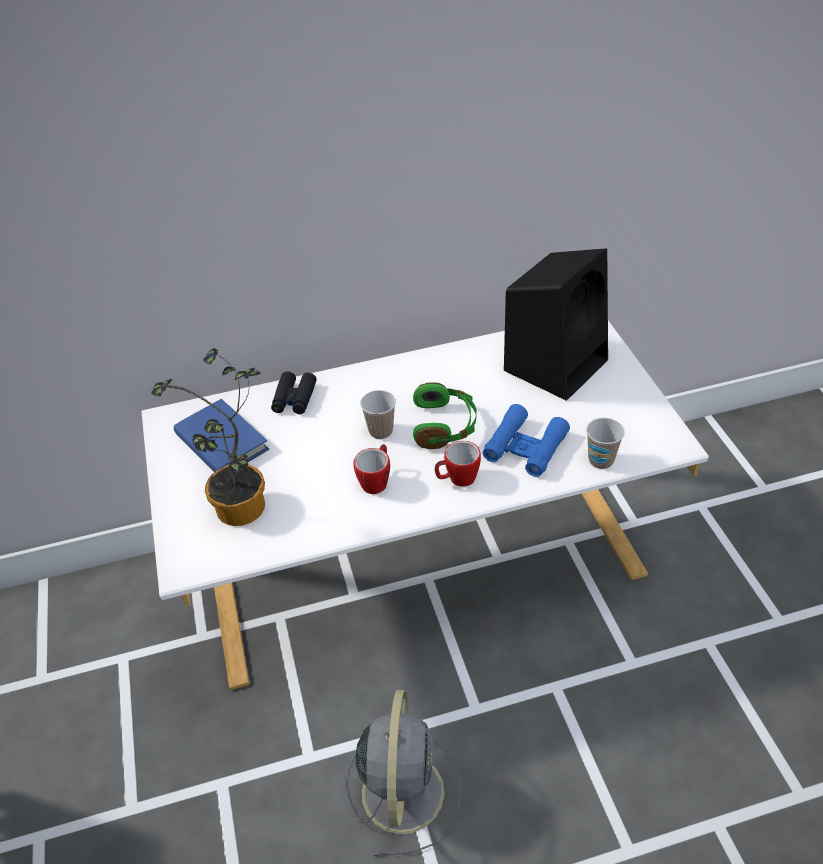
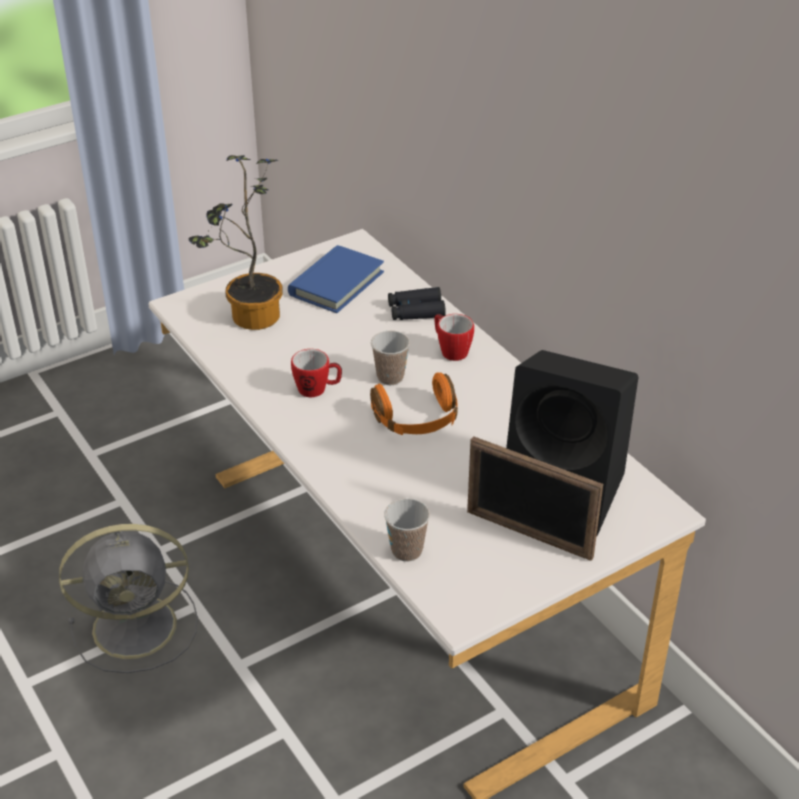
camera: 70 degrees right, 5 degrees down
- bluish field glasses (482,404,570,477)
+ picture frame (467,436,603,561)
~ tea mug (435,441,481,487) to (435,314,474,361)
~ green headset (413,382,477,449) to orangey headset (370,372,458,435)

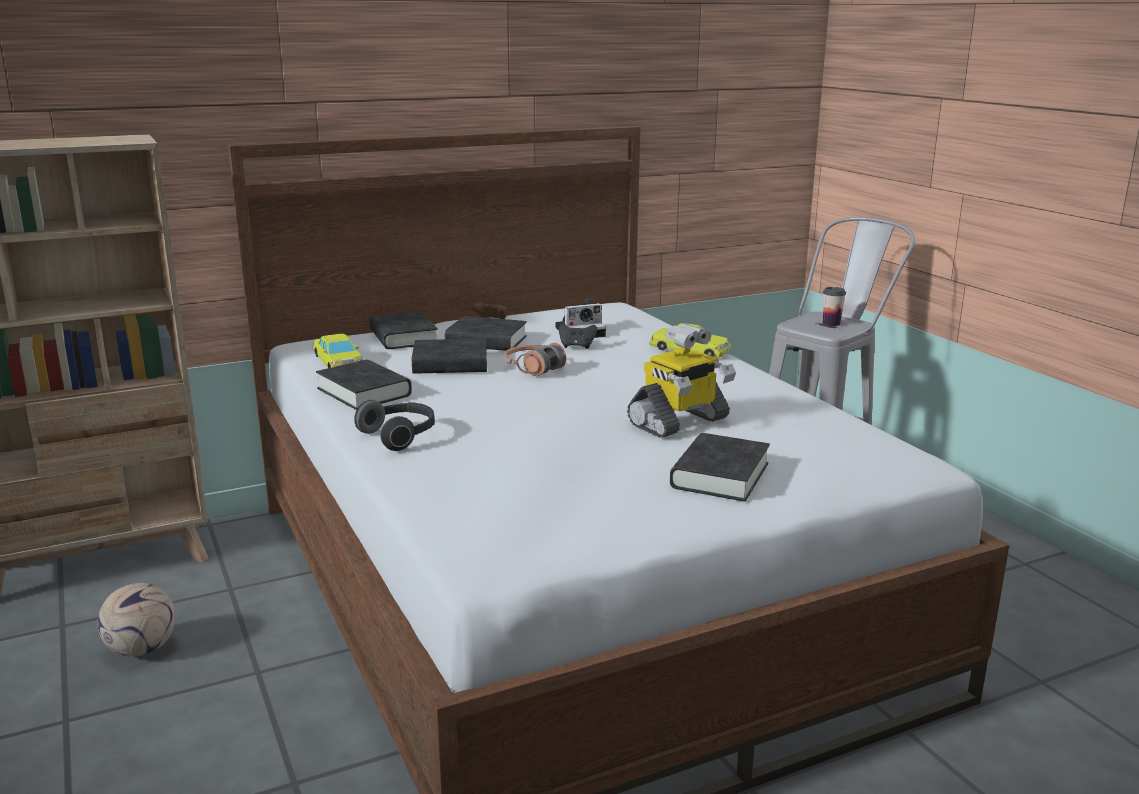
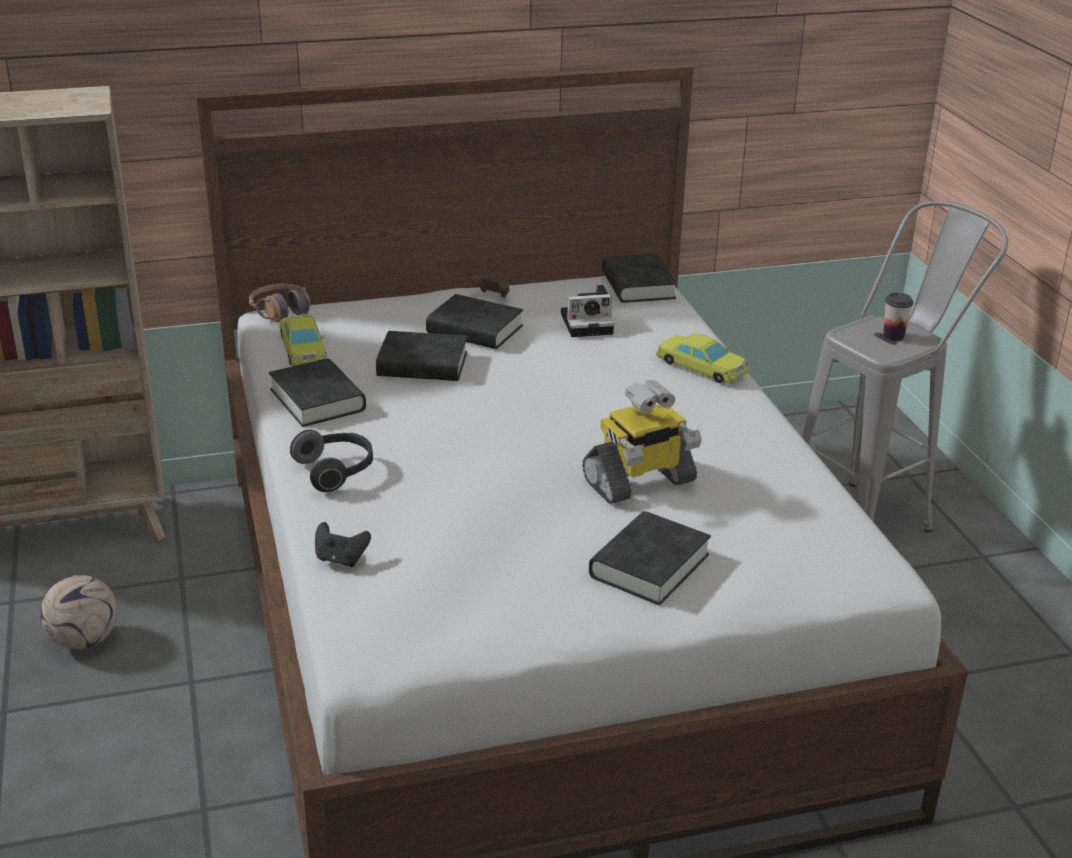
camera: 10 degrees right, 10 degrees up
~ black bound book (370,311,438,349) to (602,254,677,303)
~ headset (504,343,566,376) to (249,284,311,322)
~ black joypad (559,323,597,349) to (315,522,371,567)

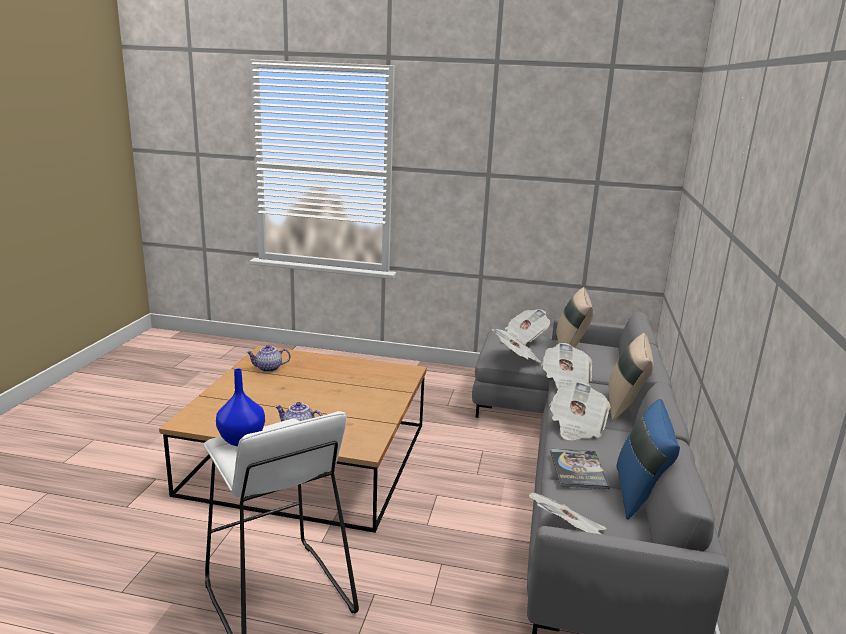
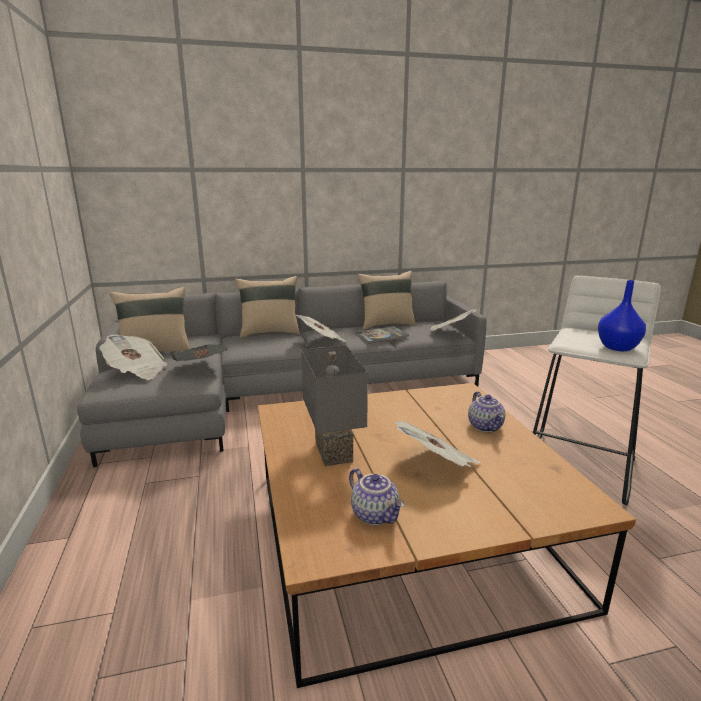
camera: 115 degrees left, 0 degrees up
+ gray table lamp (301,345,368,466)
~ daily paper (542,343,592,389) to (395,421,481,467)
~ bluish pillow (617,399,680,520) to beige-coloured pillow (357,271,416,330)

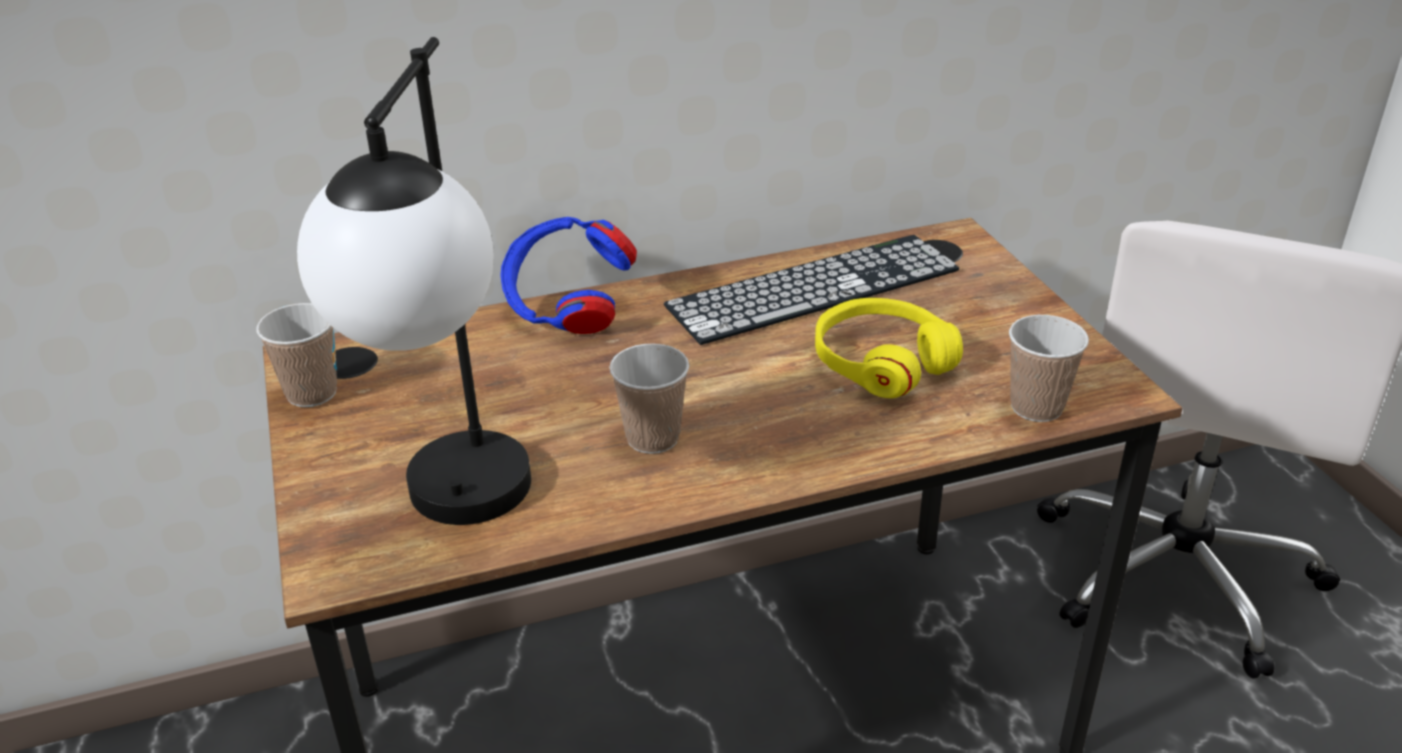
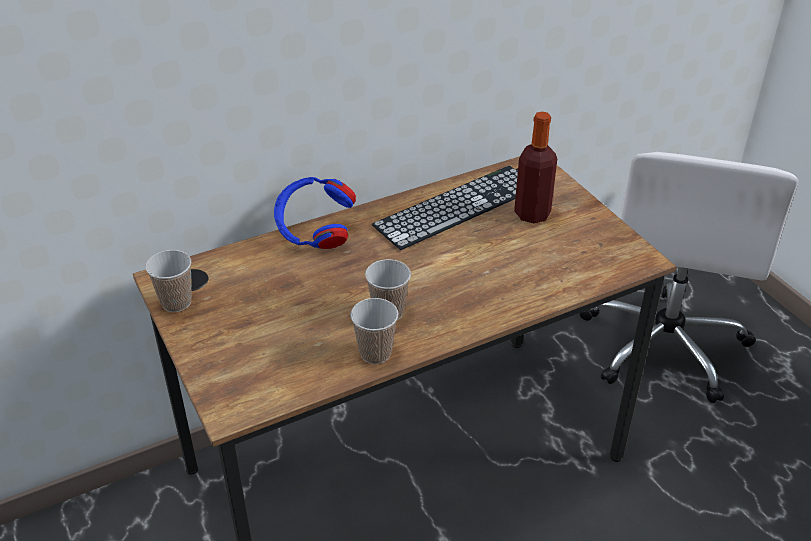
camera: 10 degrees left, 5 degrees up
- table lamp (297,37,531,525)
- yellow-coloured headset (815,298,963,398)
+ beverage bottle (514,111,557,223)
~ small cup (1009,315,1089,422) to (350,298,398,364)

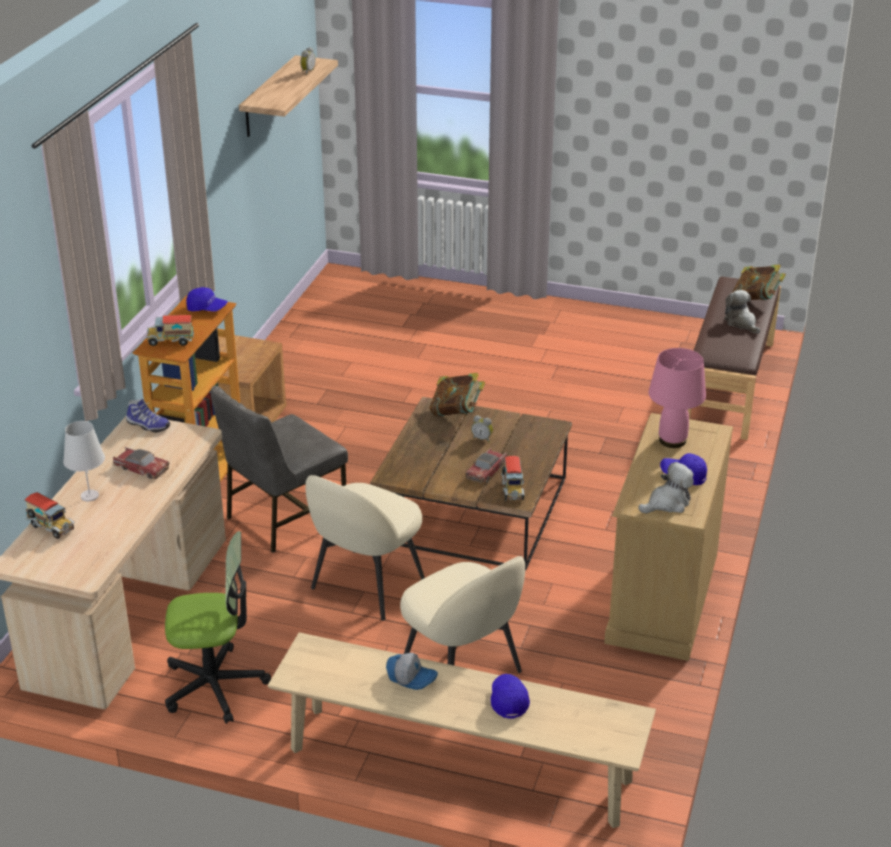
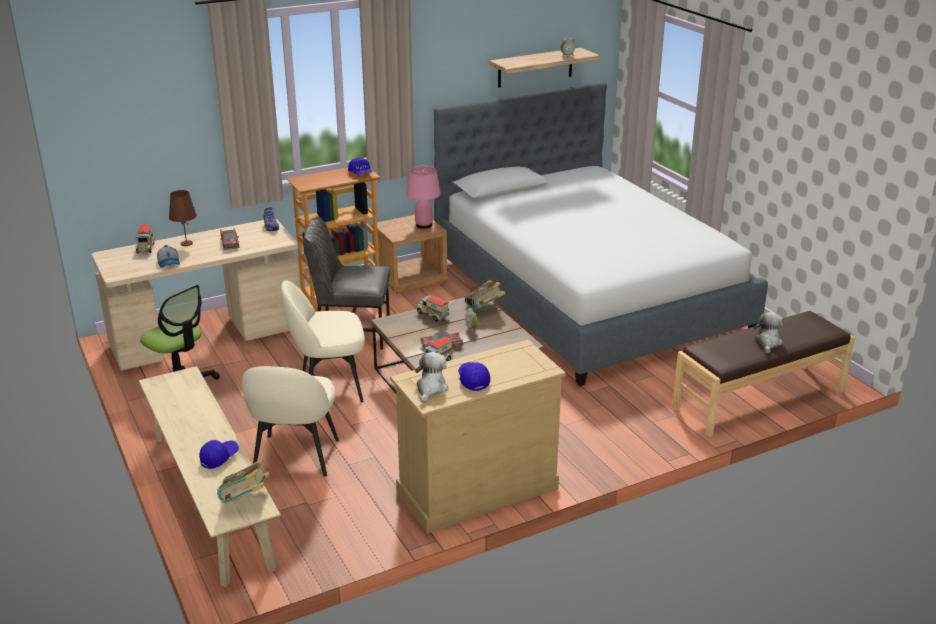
camera: 45 degrees right, 5 degrees down
+ bedroom bed (434,82,768,386)
~ toy truck (146,315,194,346) to (416,295,450,322)
~ baseball cap (386,653,438,690) to (157,245,180,267)
~ pink table lamp (649,348,706,448) to (406,166,441,229)
~ bound book (732,264,786,300) to (217,460,270,504)
~ white-coloured table lamp (63,421,105,501) to brown table lamp (169,190,197,246)
~ soft toy (638,462,694,513) = (415,352,448,403) 90 degrees counterclockwise

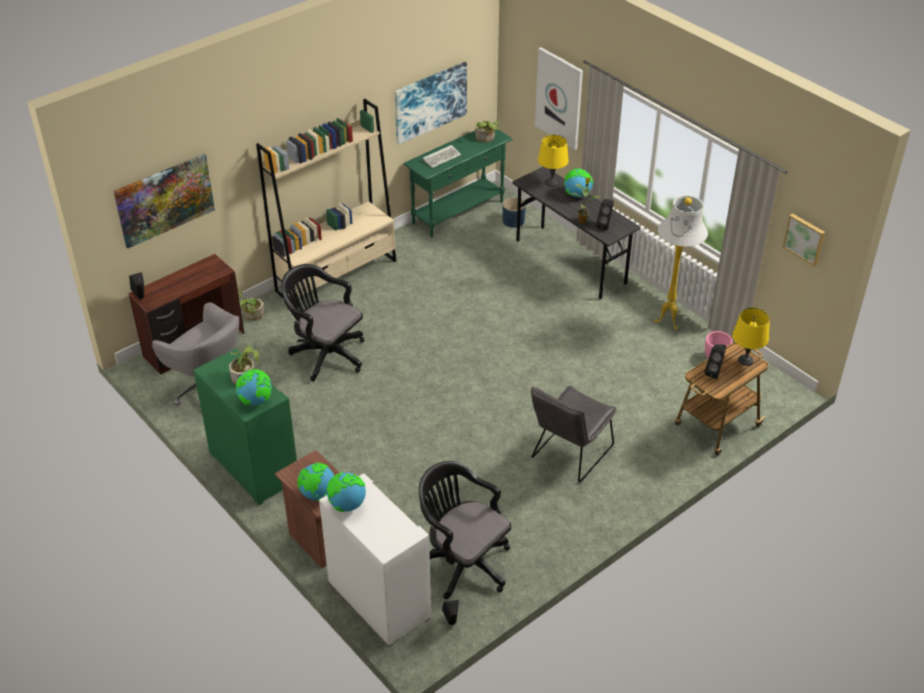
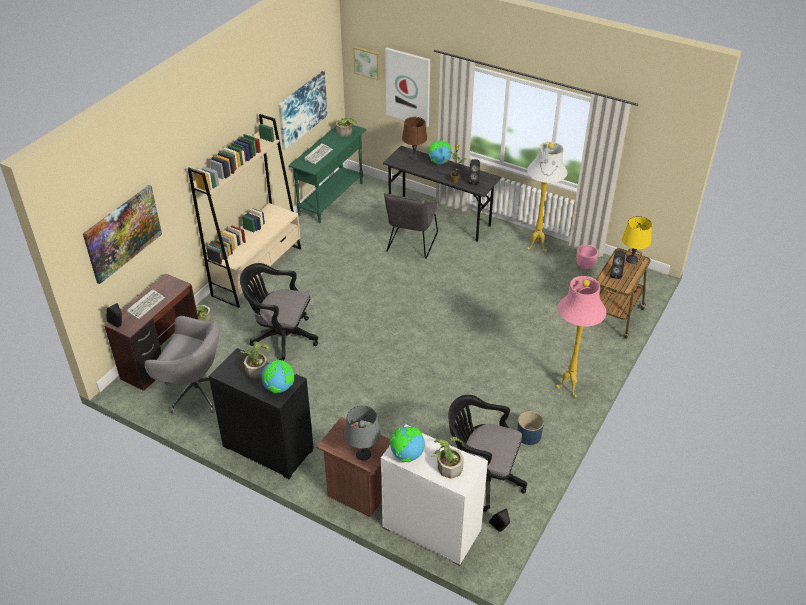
camera: 20 degrees left, 0 degrees up
+ PC keyboard (126,289,165,319)
+ plant in a pot (432,437,464,479)
+ pink standard lamp (556,276,606,398)
~ bluish flower pot (503,197,526,228) to (517,411,544,445)
~ gray upright chair (531,386,616,483) to (384,193,438,259)
~ picture (783,214,825,266) to (353,46,380,80)
~ world globe (297,463,334,501) to gray table lamp (344,405,381,461)
~ green cupboard (193,349,297,505) to black cupboard (209,348,314,479)
~ yellow-coloured table lamp (538,134,569,187) to brown table lamp (402,117,427,160)

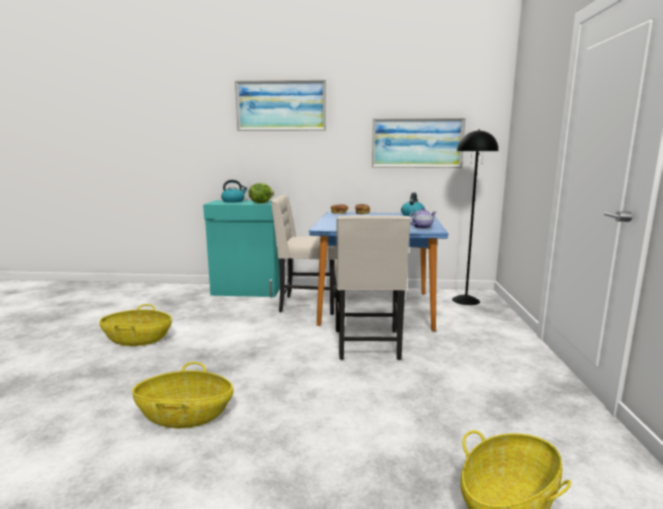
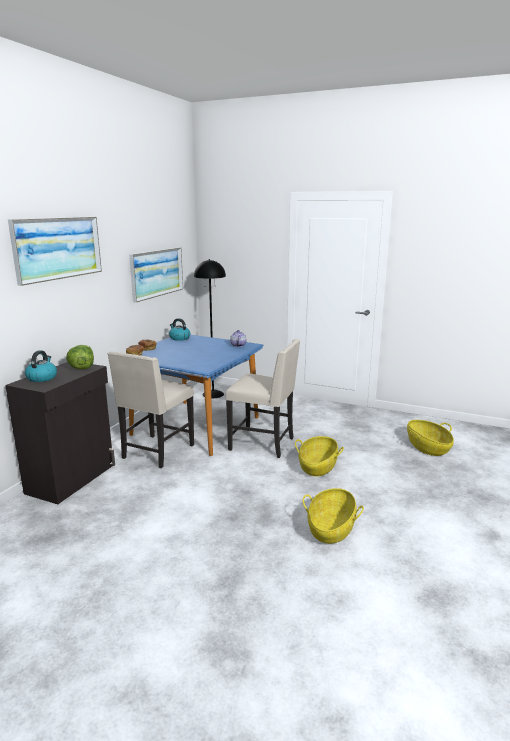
camera: 70 degrees left, 5 degrees up
~ storage basket (100,304,172,346) to (295,436,344,476)
~ turquoise cupboard (203,200,280,297) to black cupboard (5,362,115,504)

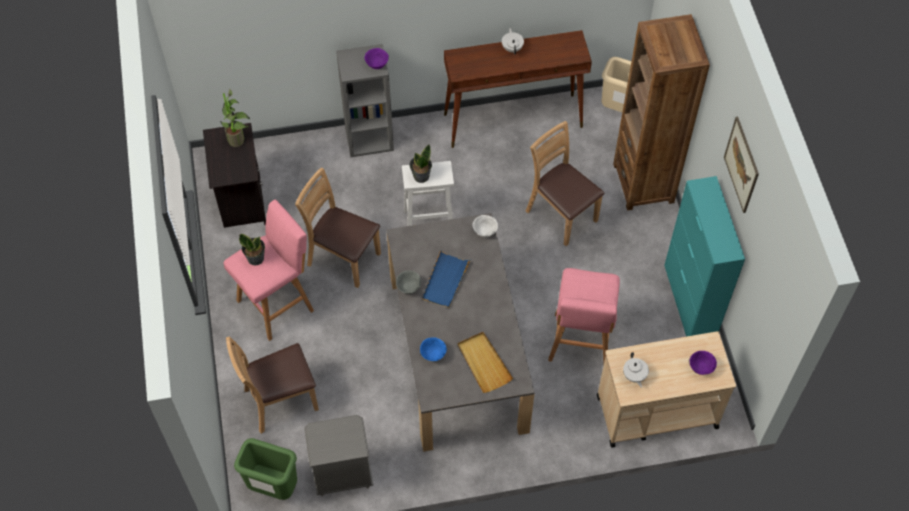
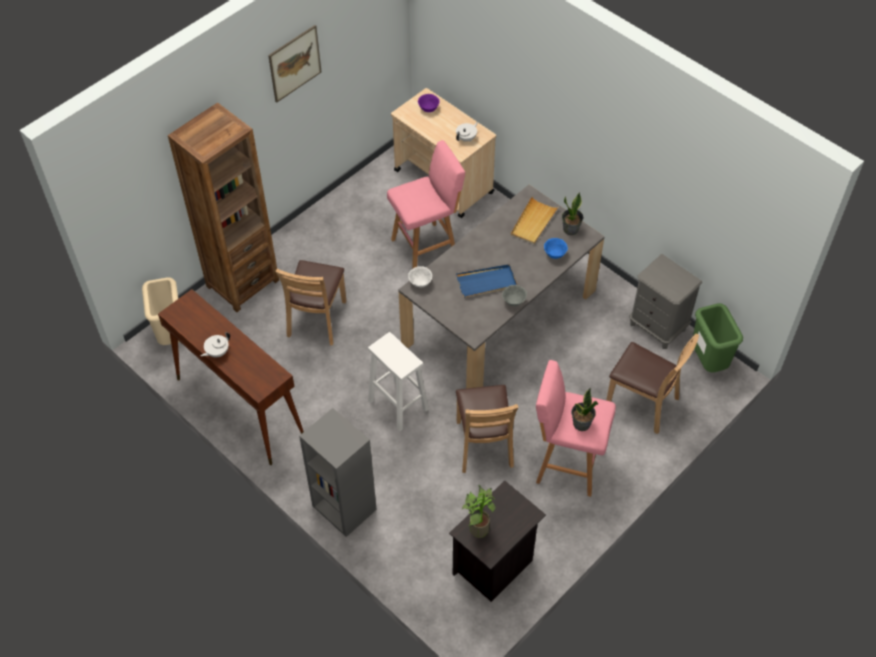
camera: 125 degrees left, 5 degrees down
- purplish deep dish (365,48,389,69)
- turquoise cupboard (664,176,745,337)
~ plant in a pot (409,145,432,183) to (562,192,583,235)

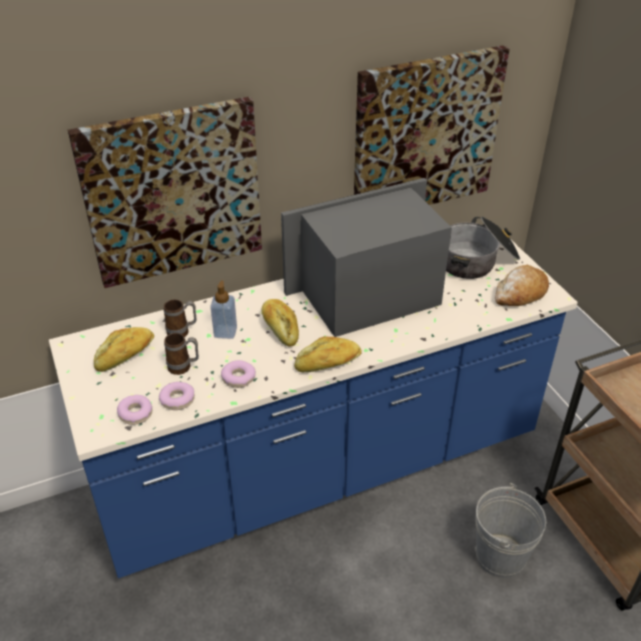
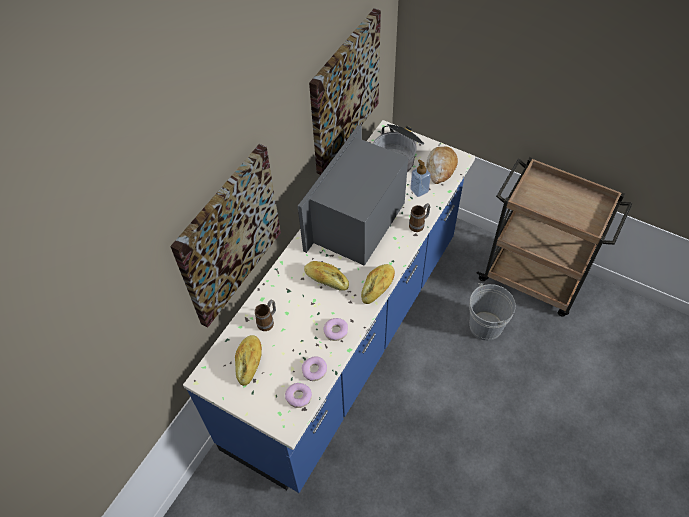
camera: 35 degrees left, 15 degrees up
~ tea mug (164,333,199,375) to (409,203,430,232)
~ soap dispenser (210,281,237,339) to (410,159,431,197)

